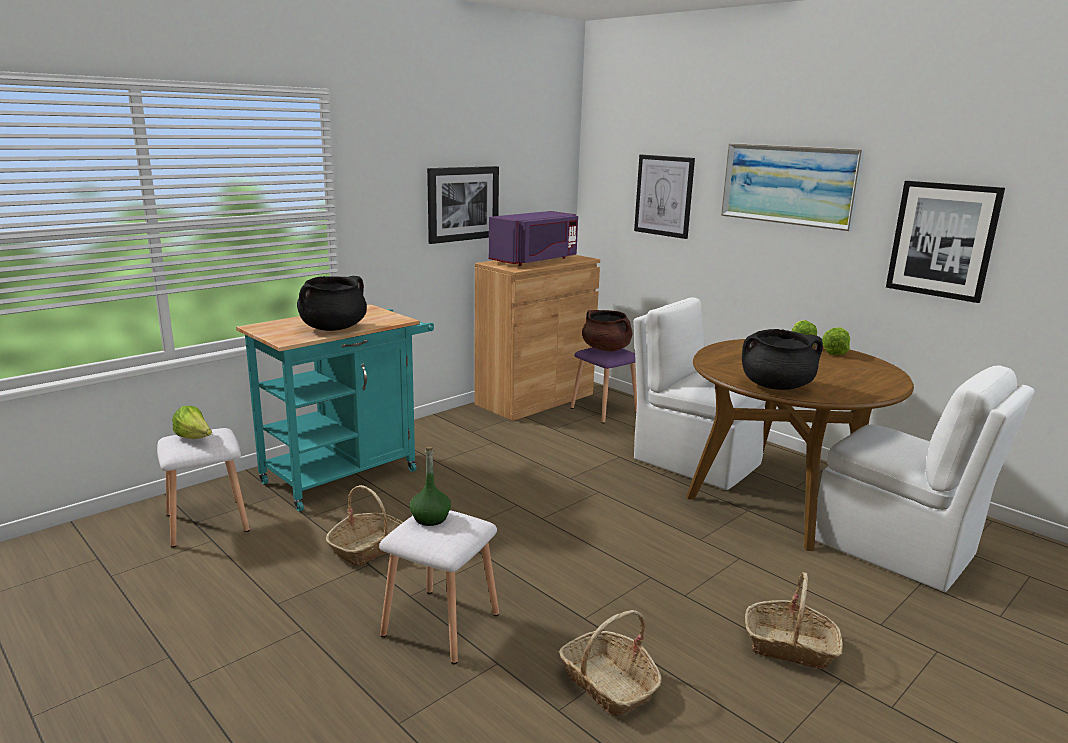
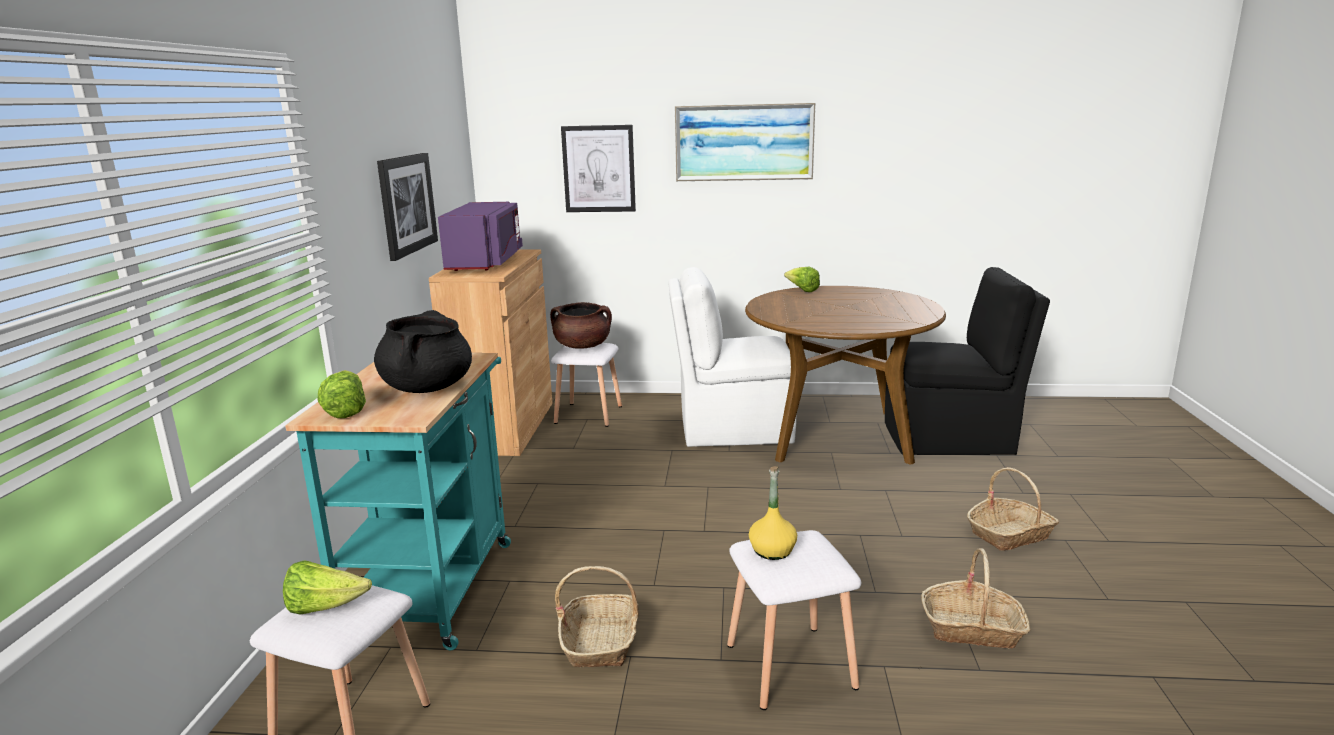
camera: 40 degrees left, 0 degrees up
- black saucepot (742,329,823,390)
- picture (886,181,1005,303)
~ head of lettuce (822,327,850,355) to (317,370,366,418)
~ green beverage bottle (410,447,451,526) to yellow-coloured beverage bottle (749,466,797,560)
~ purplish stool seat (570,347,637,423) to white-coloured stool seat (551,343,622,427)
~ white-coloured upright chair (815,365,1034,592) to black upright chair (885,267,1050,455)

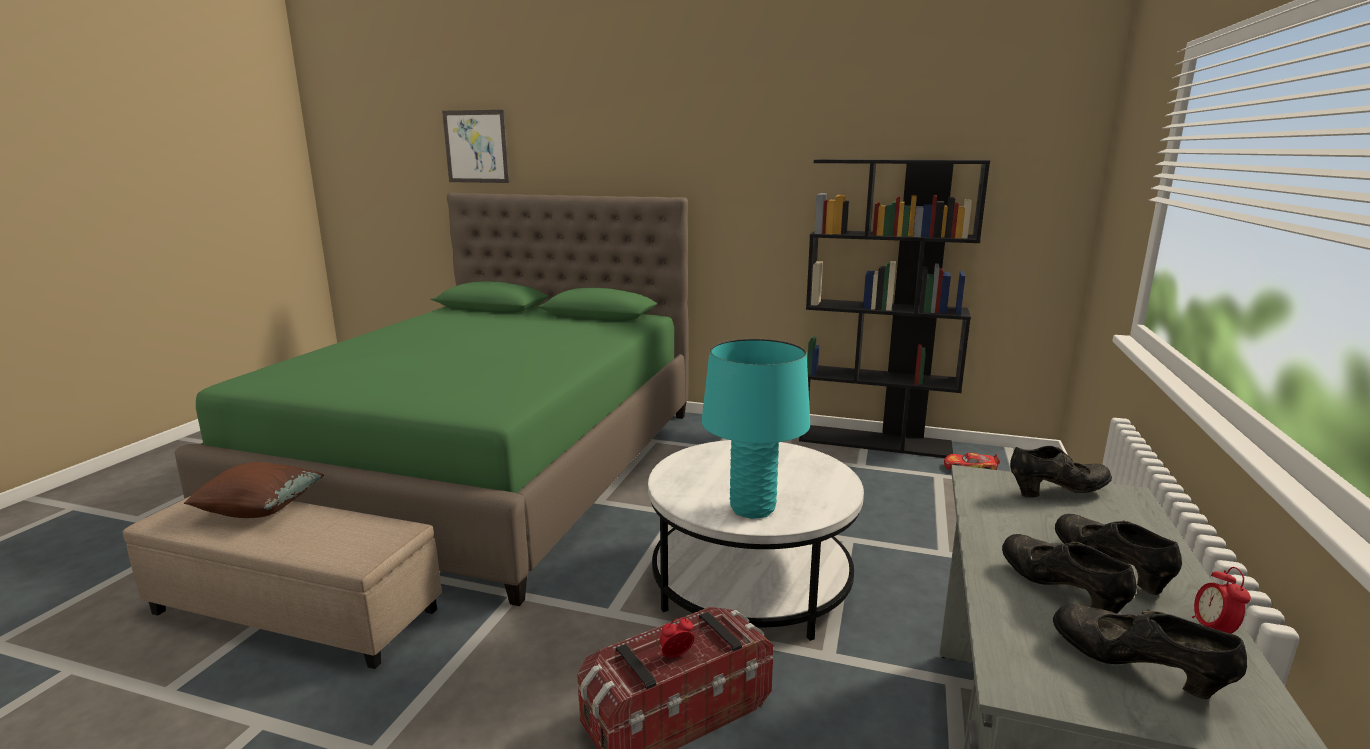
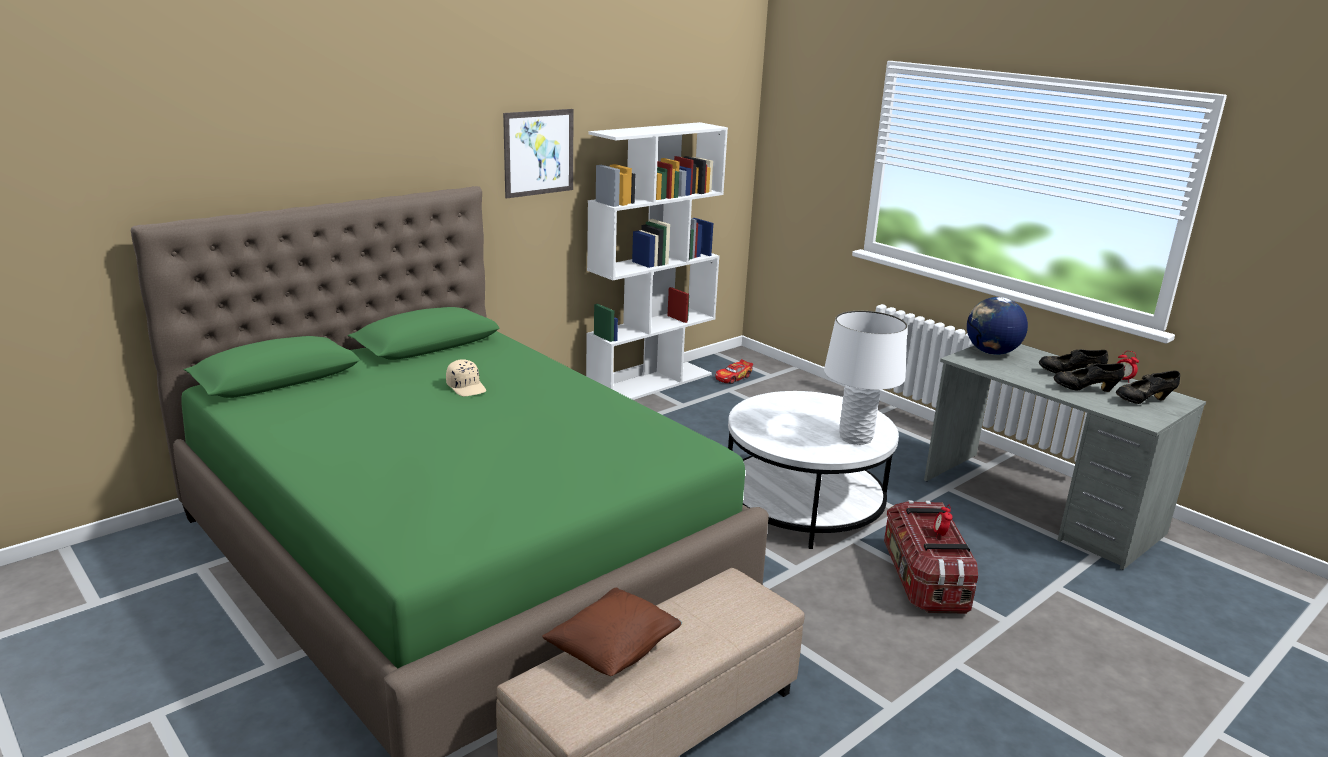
camera: 60 degrees left, 5 degrees up
+ beige-coloured baseball cap (446,359,486,396)
~ picture (442,110,510,183) to (503,109,573,199)
~ black item of footwear (1010,446,1112,498) to world globe (967,297,1028,355)
~ turquoise table lamp (702,339,810,519) to white-coloured table lamp (824,311,907,445)
~ black shelving unit (799,159,990,458) to white-coloured shelving unit (586,122,728,400)

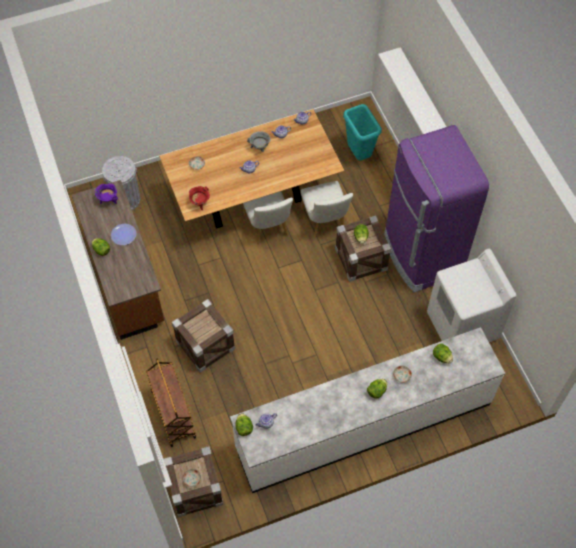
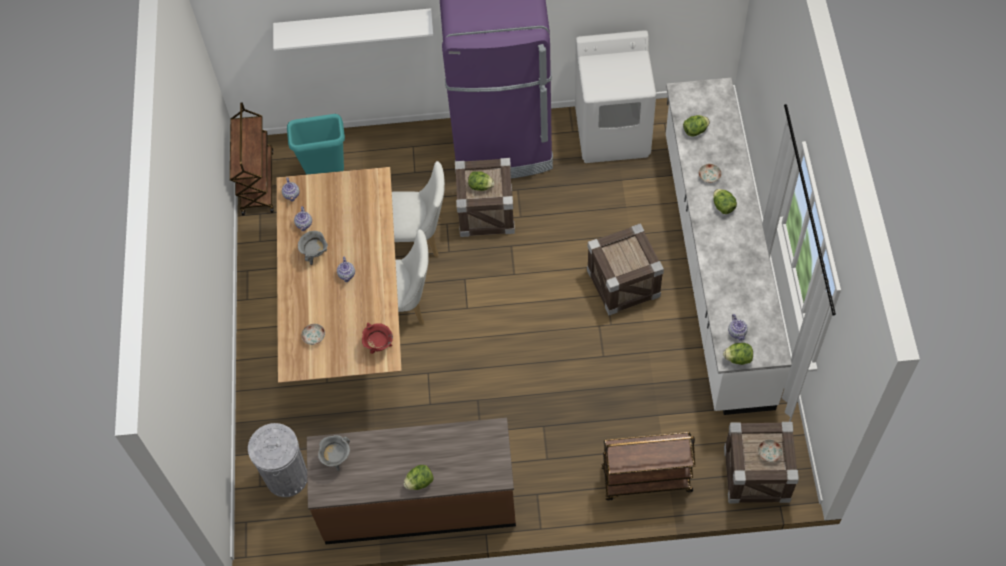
camera: 70 degrees left, 0 degrees up
- plate (111,224,137,245)
+ brown wheeled cart (230,102,274,216)
~ crate (172,299,235,373) to (587,223,664,315)
~ purplish saucepot (95,183,118,204) to gray saucepot (318,435,350,471)

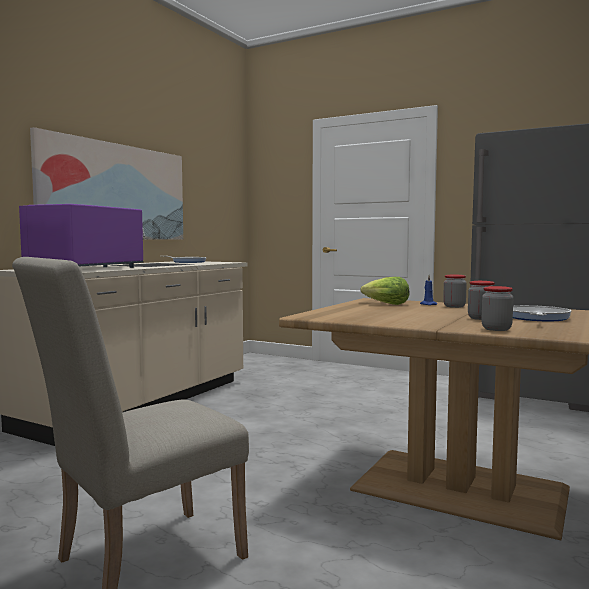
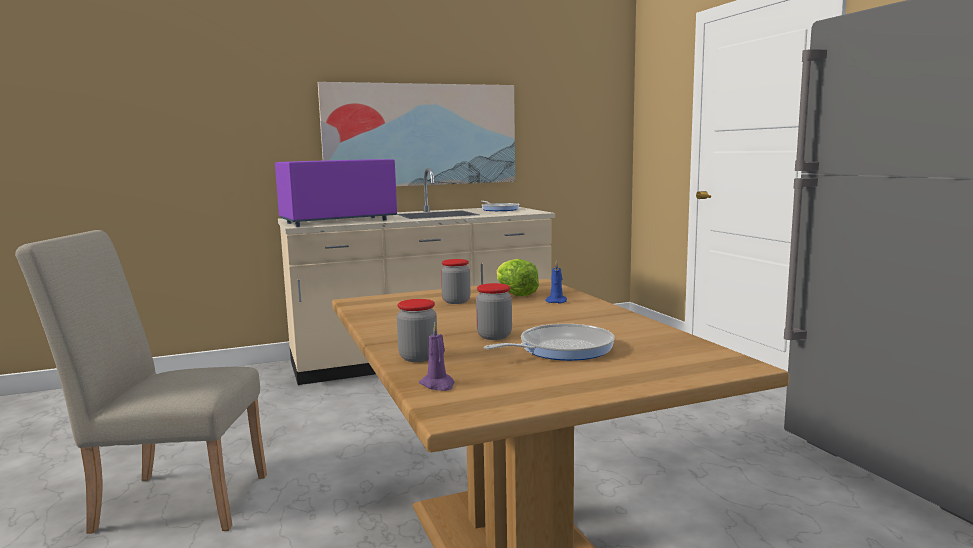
camera: 40 degrees right, 5 degrees up
+ purplish wax light (419,323,454,391)
~ storage jar (443,275,467,308) to (441,259,470,304)

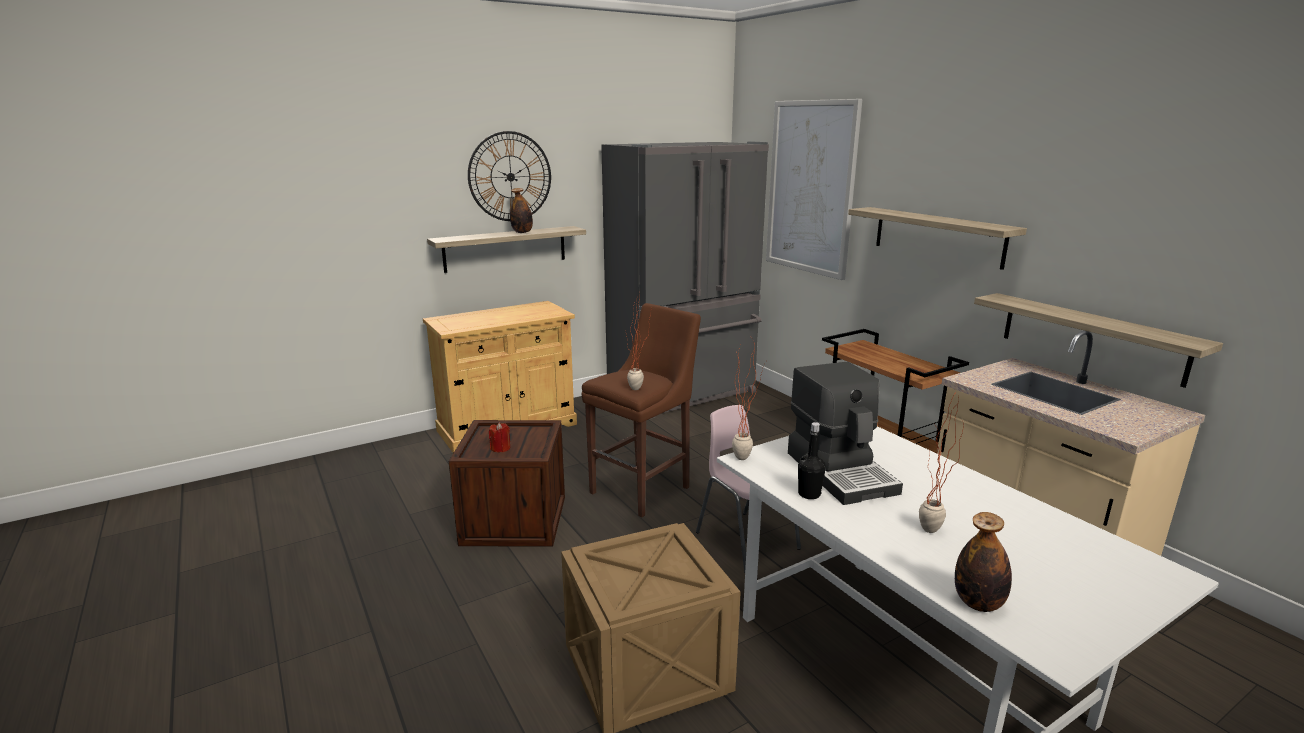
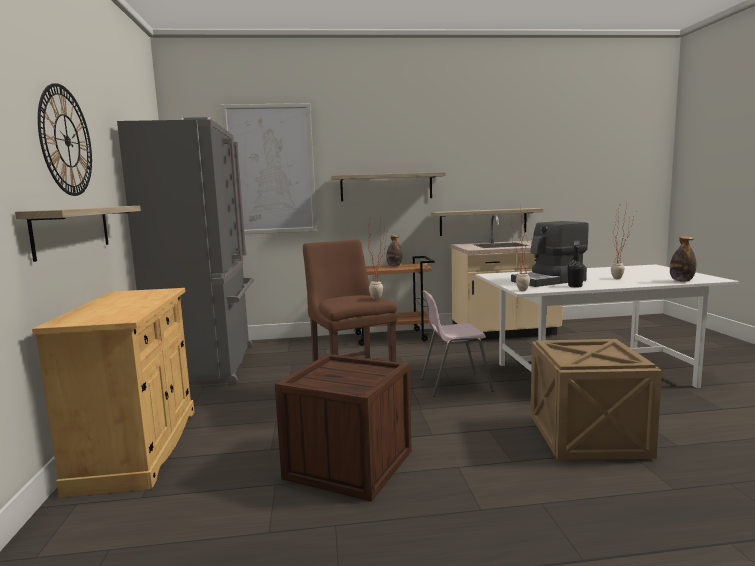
camera: 65 degrees left, 10 degrees down
- reddish wax light (489,422,510,452)
~ beverage bottle (510,188,533,233) to (386,235,402,267)
~ coffee maker (788,362,903,505) = (511,221,589,287) 150 degrees clockwise

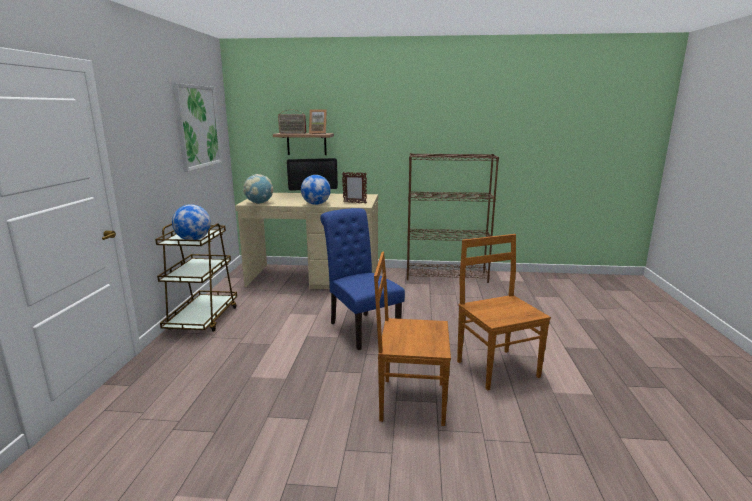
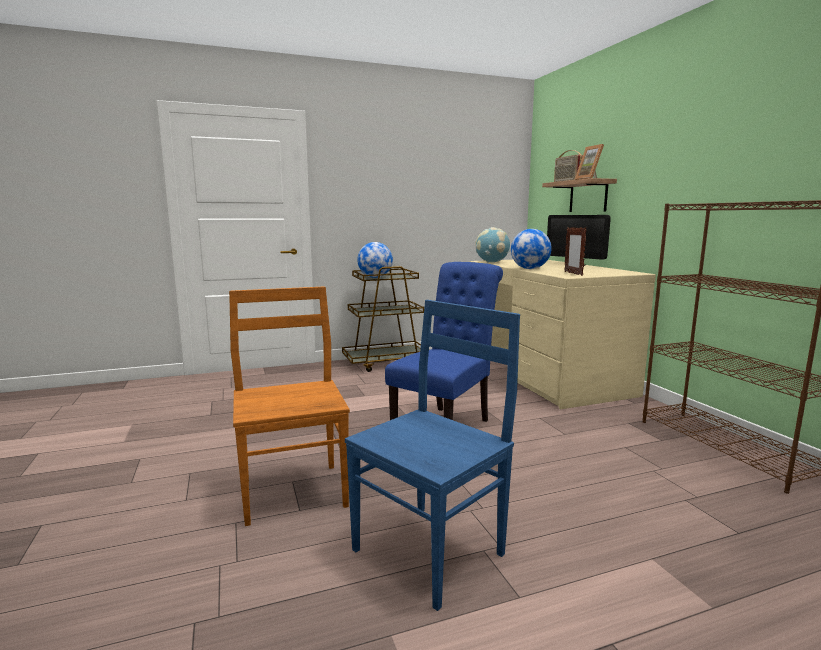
camera: 65 degrees right, 5 degrees down
- picture (173,83,222,171)
~ brown upright chair (457,234,551,391) to bluish upright chair (345,300,520,611)

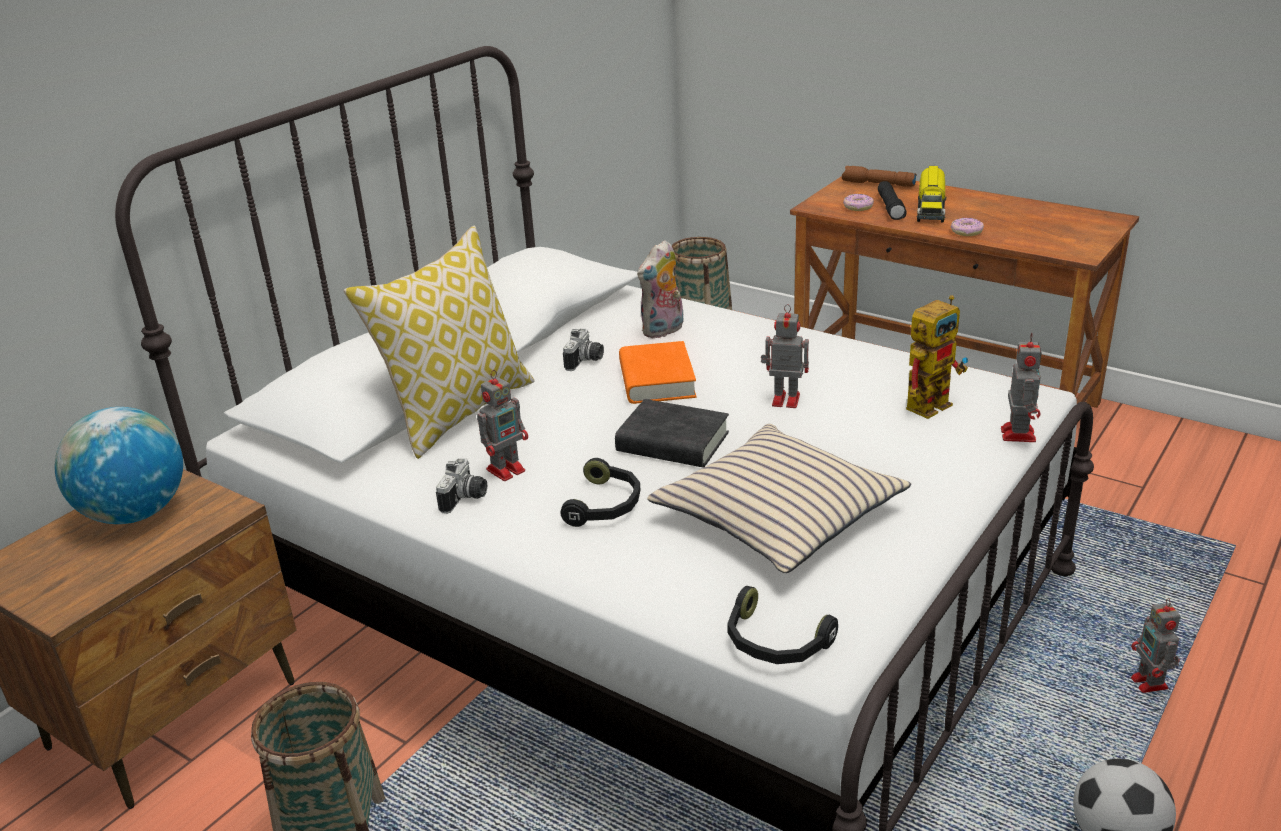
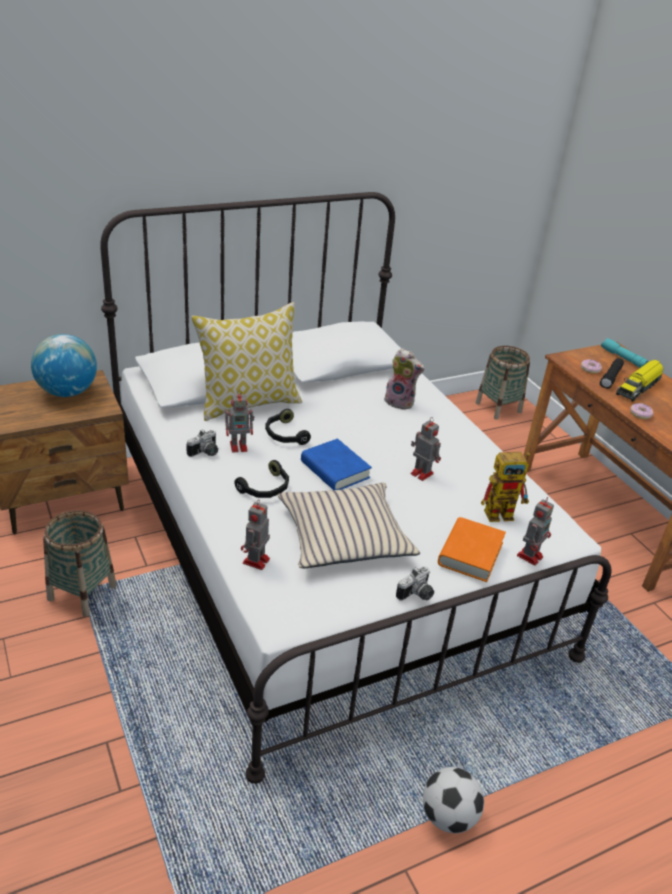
camera: 25 degrees right, 5 degrees up
~ photo camera (563,328,604,371) to (396,566,434,601)
~ orangey bound book (619,341,697,404) to (438,517,506,582)
~ black headset (727,586,838,664) to (265,409,311,445)
~ toy robot (1131,598,1180,693) to (241,499,270,570)
~ black bound book (615,399,729,468) to bluish bound book (301,439,372,490)
~ brown hand torch (842,166,917,187) to turquoise hand torch (601,338,649,368)
~ soft toy (637,240,684,339) = (384,348,425,410) 135 degrees counterclockwise

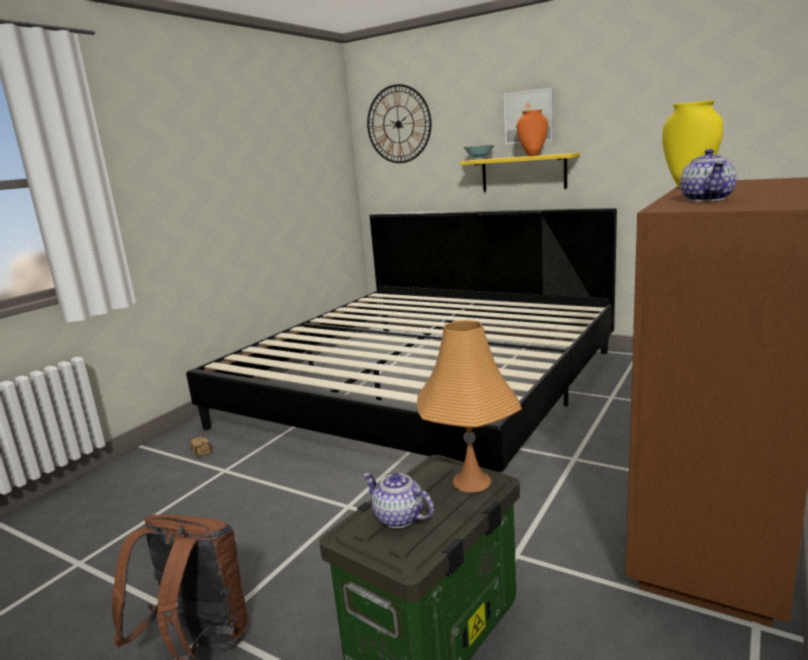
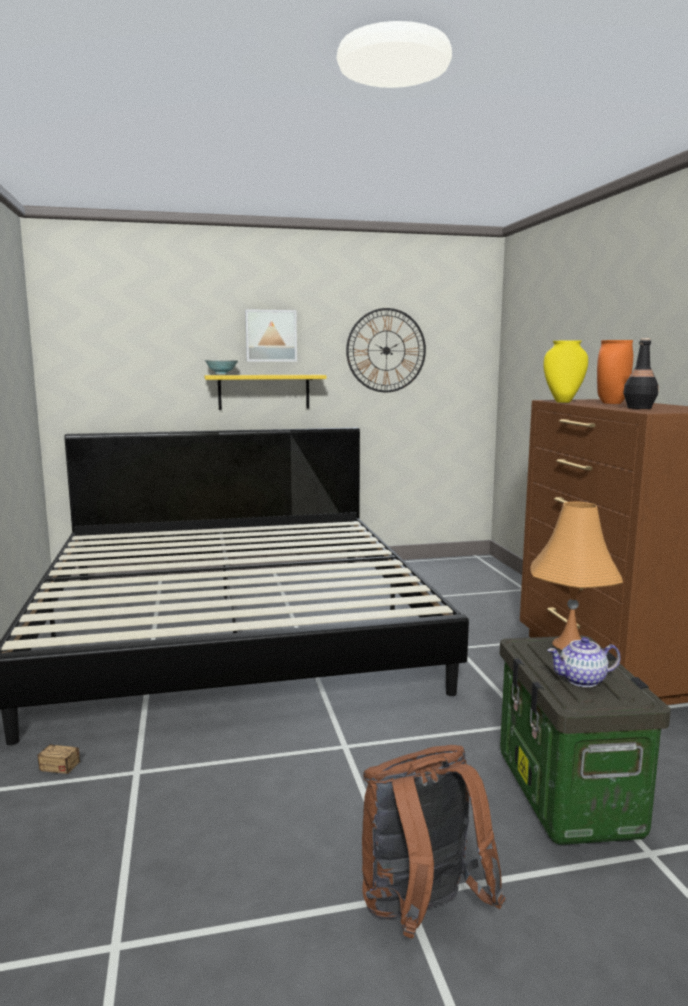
camera: 45 degrees left, 5 degrees down
~ wall clock (367,84,431,163) to (346,308,426,392)
~ orangey flower vase (517,110,548,156) to (597,340,633,404)
~ tea pot (680,149,736,202) to black beverage bottle (623,338,659,409)

